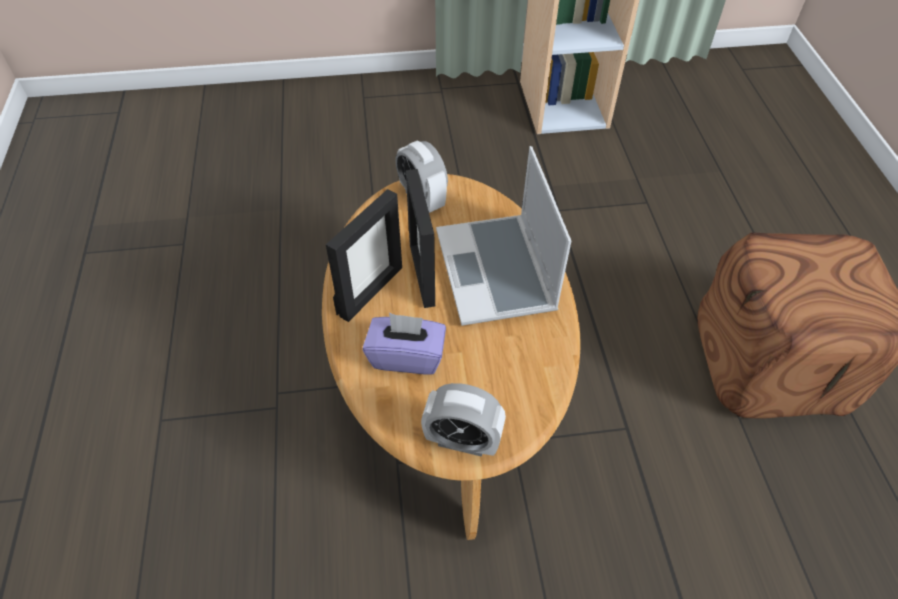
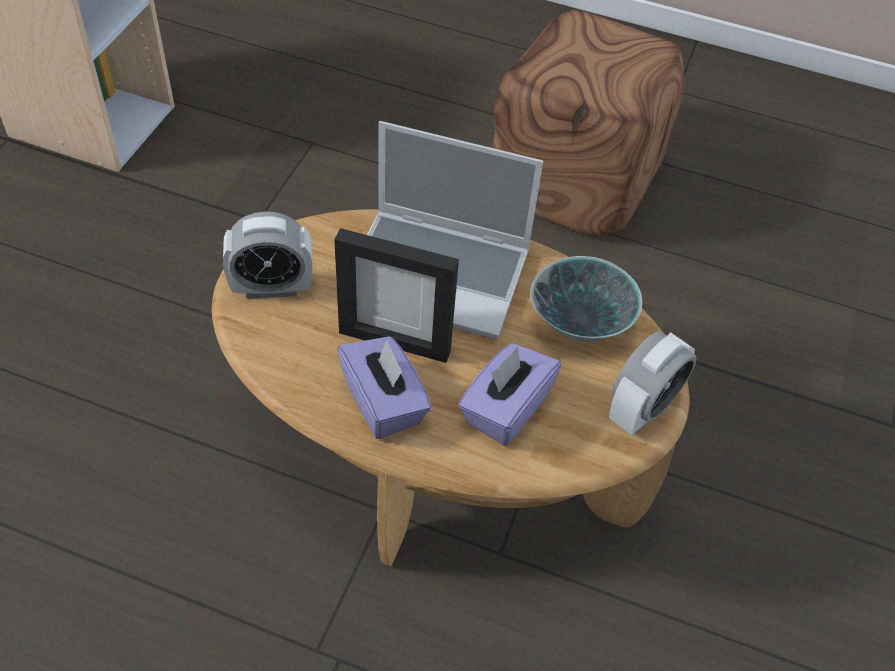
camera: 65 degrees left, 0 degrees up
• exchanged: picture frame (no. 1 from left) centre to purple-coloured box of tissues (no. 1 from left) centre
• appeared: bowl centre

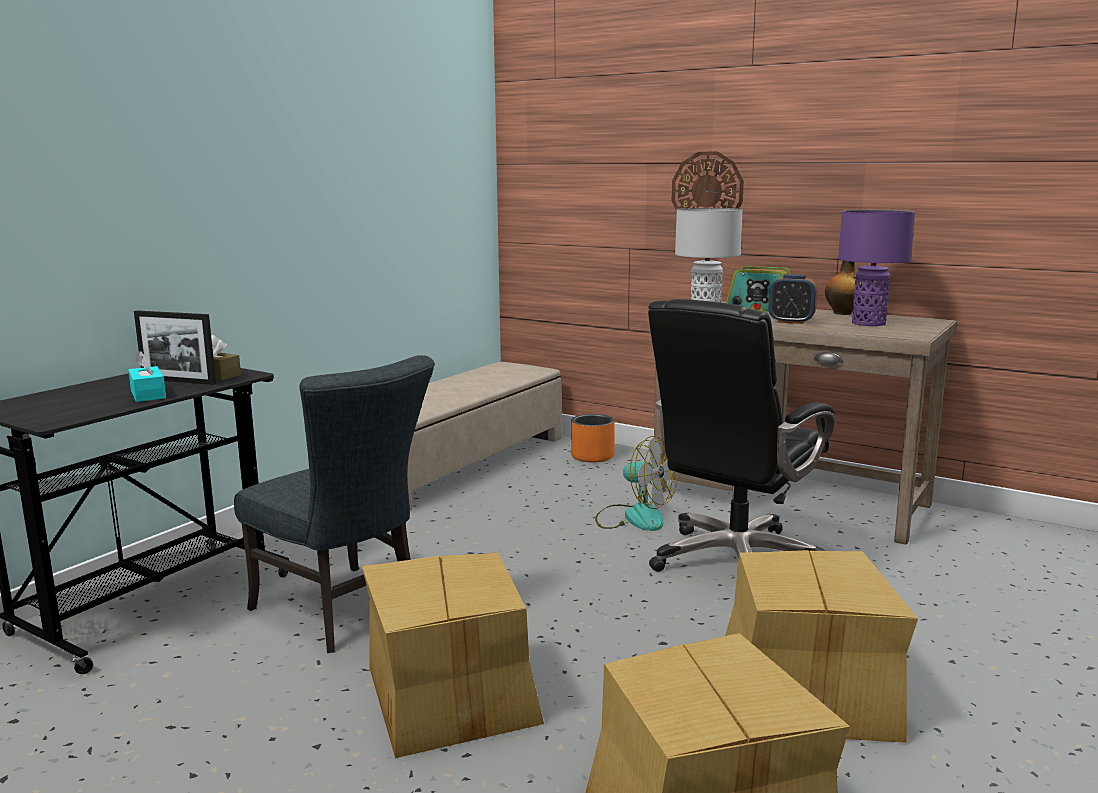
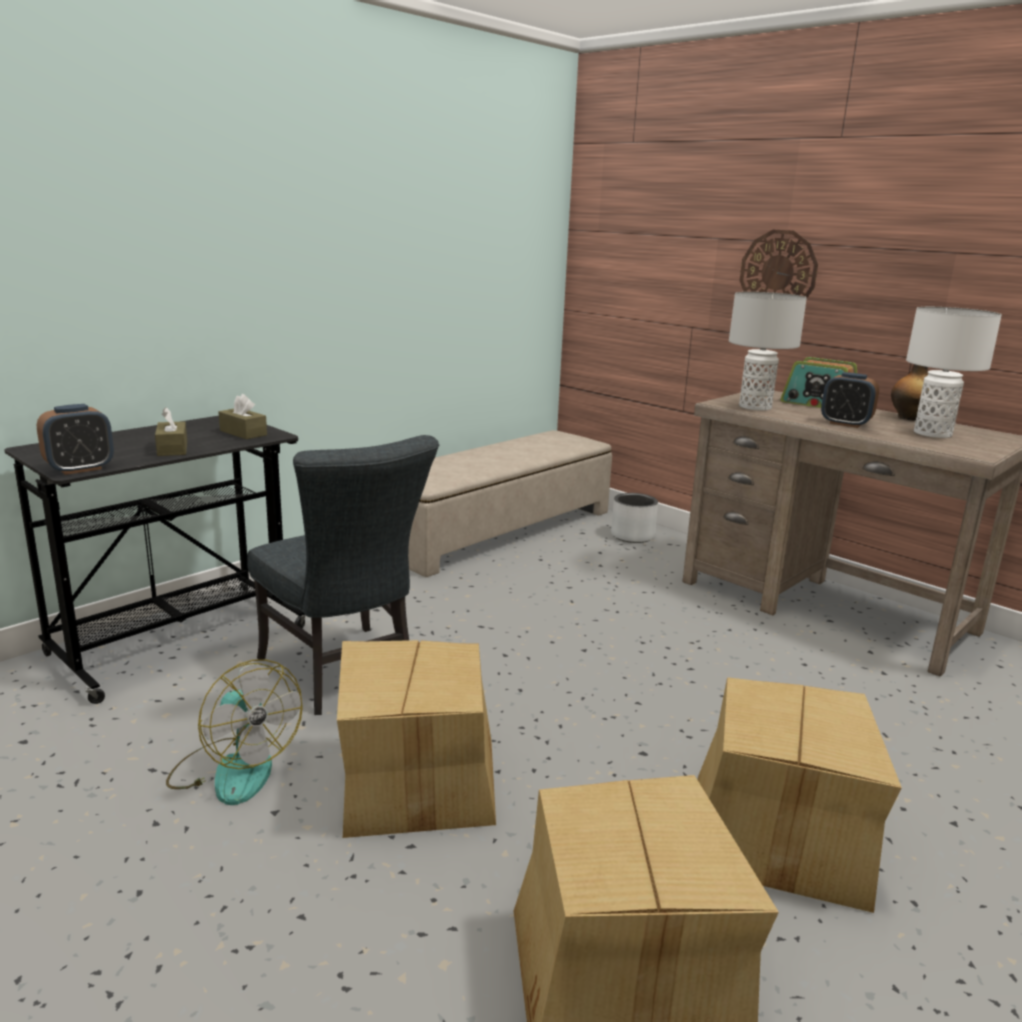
camera: 10 degrees right, 5 degrees up
• colour: purple-coloured lamp for a table middle right to whitish lamp for a table (no. 2 from left) middle right
• missing: blackish desk chair middle right
• missing: picture frame middle left
• colour: blue-green box of tissues middle left to brown box of tissues (no. 1 from left) middle left
• colour: orange flower pot centre to grey flower pot centre
• relocated: cooling fan centre to bottom left
• appeared: bedside clock (no. 1 from left) middle left

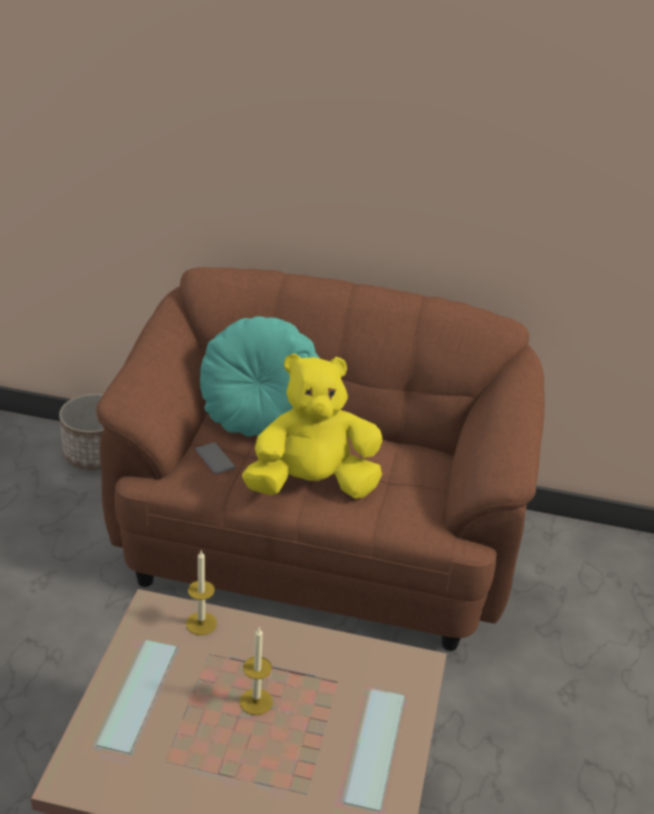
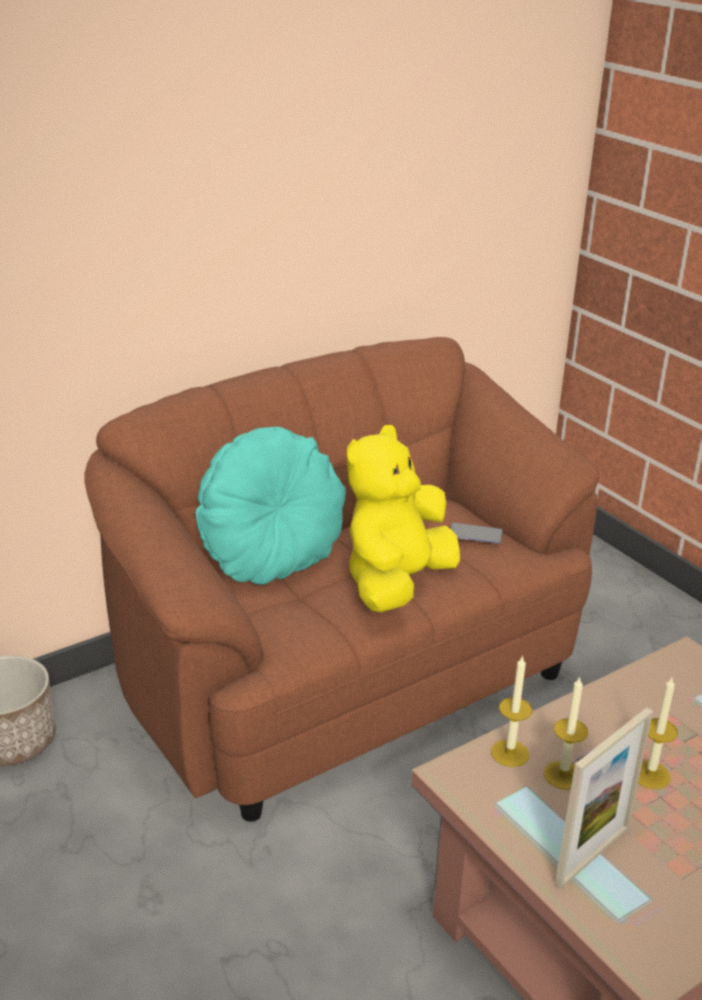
camera: 45 degrees left, 5 degrees down
• relocated: telephone middle left to middle right
• appeared: candle (no. 2 from left) bottom right
• appeared: picture frame bottom right

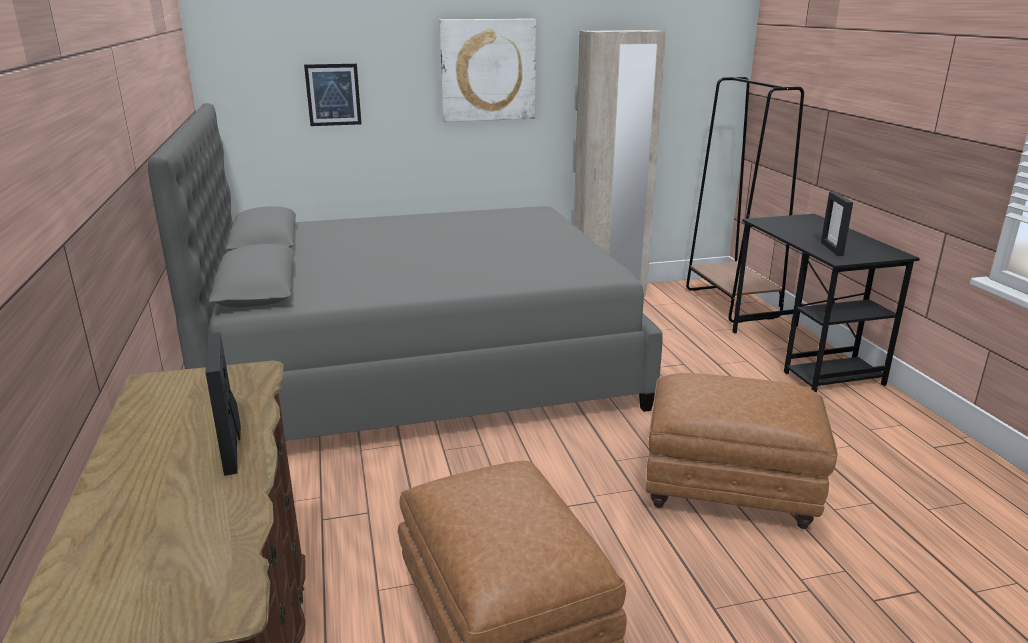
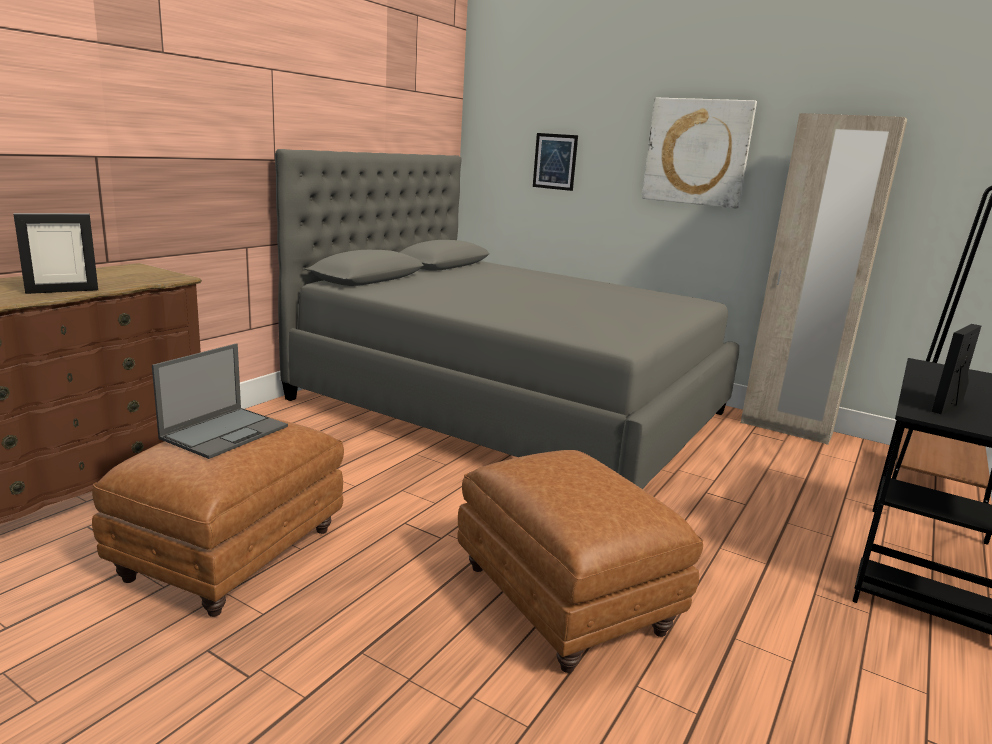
camera: 45 degrees right, 5 degrees down
• spun: picture frame (no. 1 from left) middle left = middle left 150 degrees counterclockwise
• appeared: laptop middle left

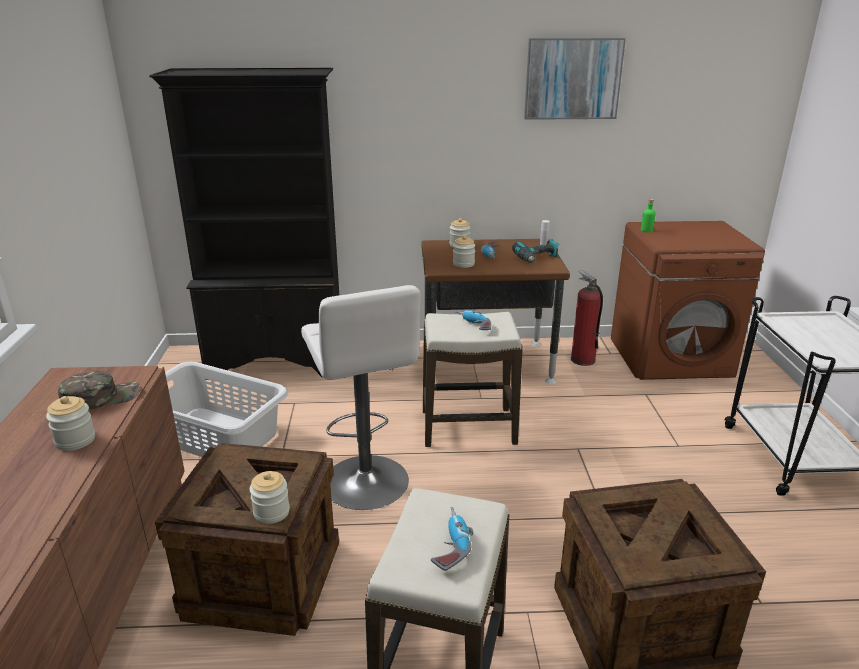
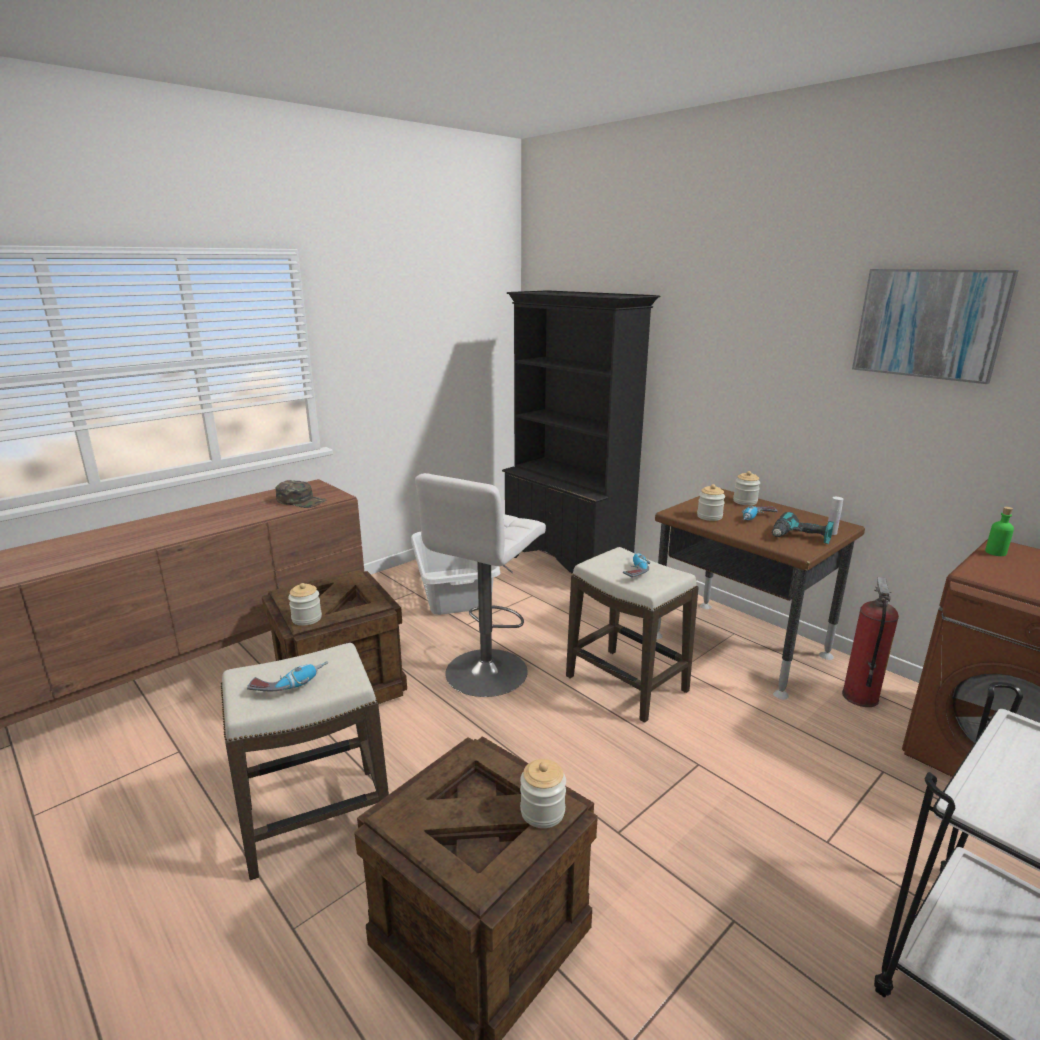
camera: 50 degrees right, 5 degrees down
• relocated: preserve jar (no. 1 from left in the first image) middle left to preserve jar (no. 2 from left) bottom centre

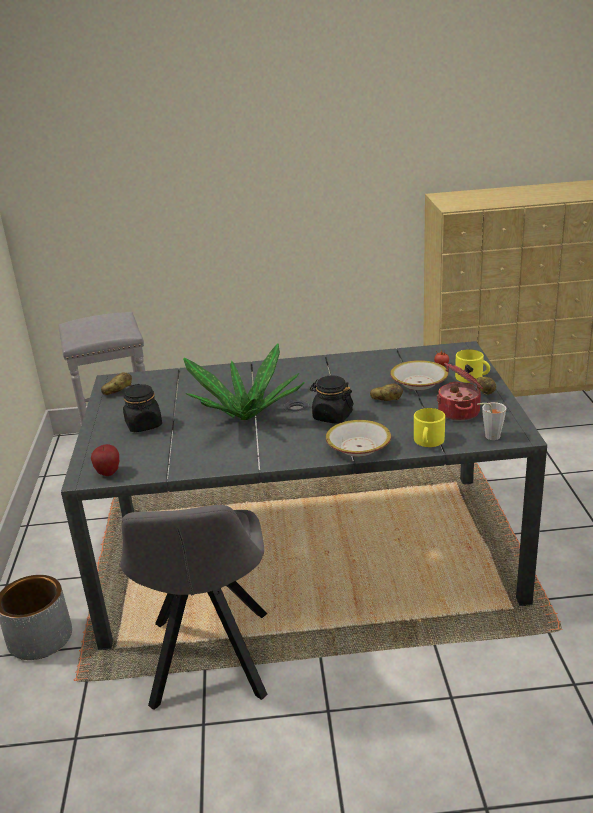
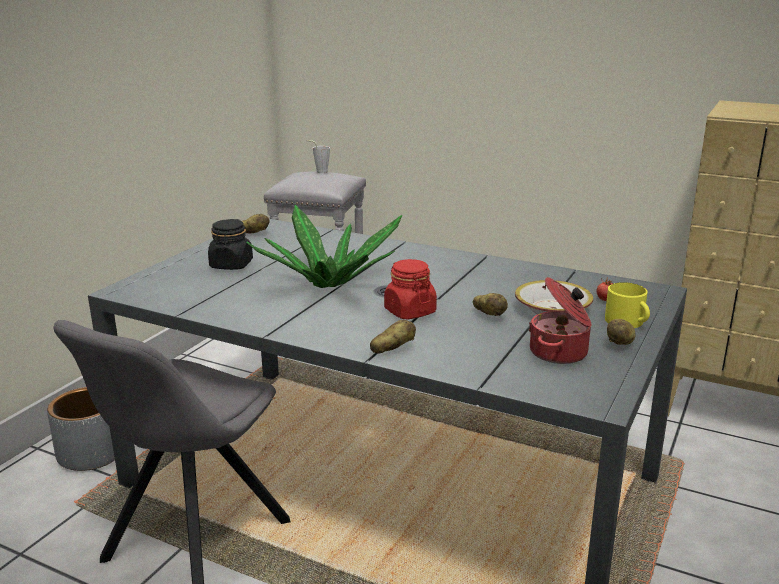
camera: 30 degrees right, 5 degrees down
• colour: blackish preserve jar (no. 2 from left) centre to red preserve jar centre
• relocated: grey small cup middle right to top centre
• missing: yellow-coloured mug (no. 1 from left) middle right
• exchanged: bowl (no. 1 from left) centre to spud (no. 2 from left) centre
• missing: apple fruit middle left

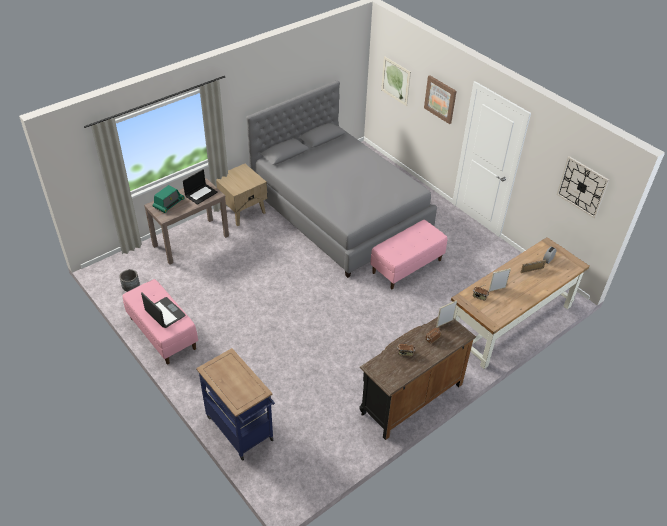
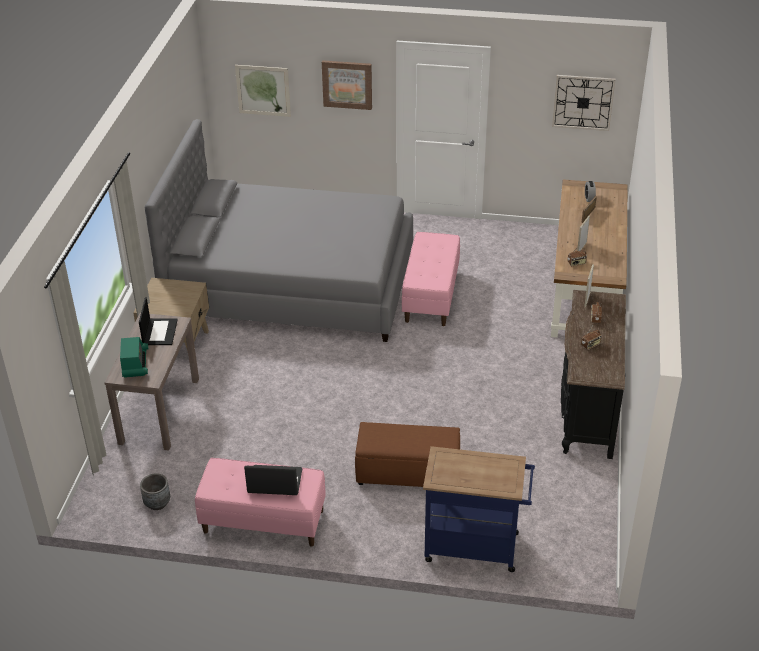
camera: 40 degrees left, 5 degrees down
• appeared: brown ottoman bottom centre

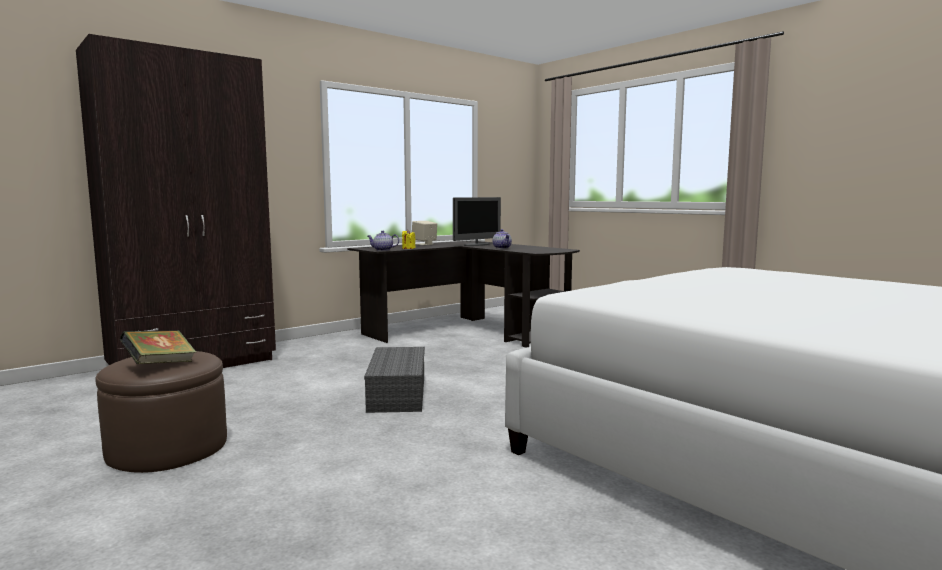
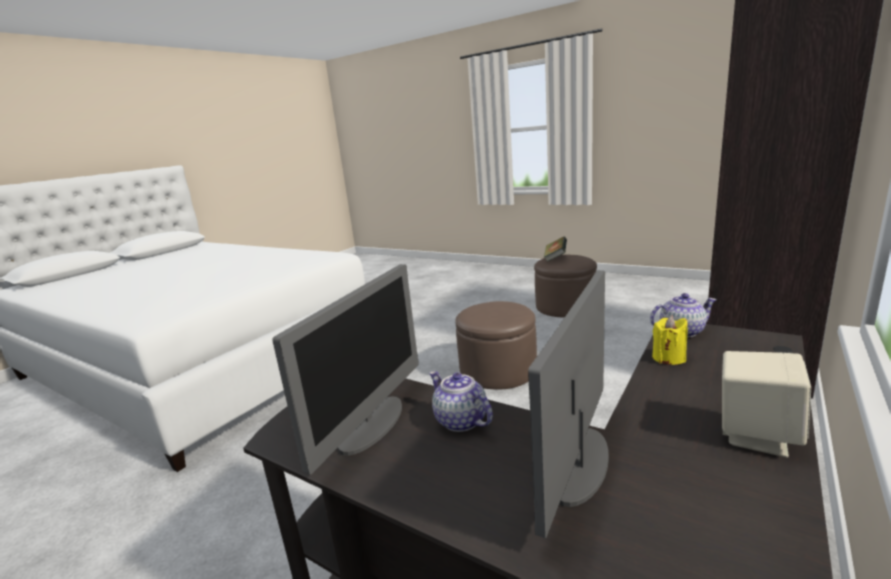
camera: 165 degrees right, 10 degrees up
• exchanged: grey storage box bottom centre to brown ottoman (no. 1 from left) centre
• appeared: computer display (no. 1 from left) centre

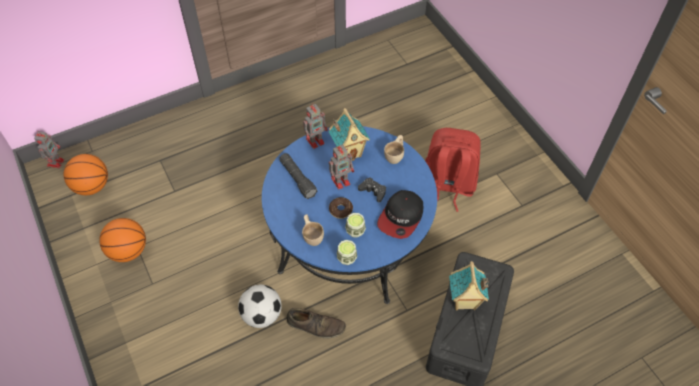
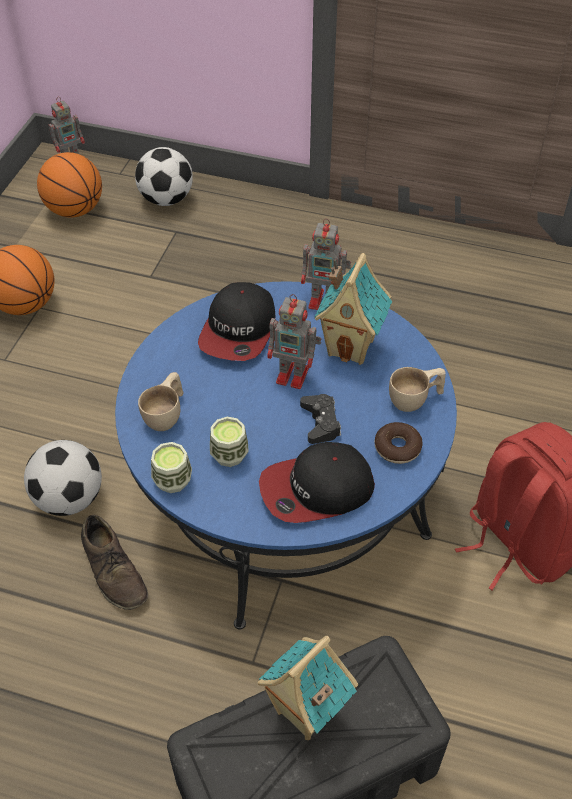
camera: 45 degrees right, 5 degrees down
• exchanged: blackish flashlight centre to baseball cap (no. 1 from left) centre
• relocated: doughnut centre to middle right
• appeared: football ball (no. 2 from left) top left

